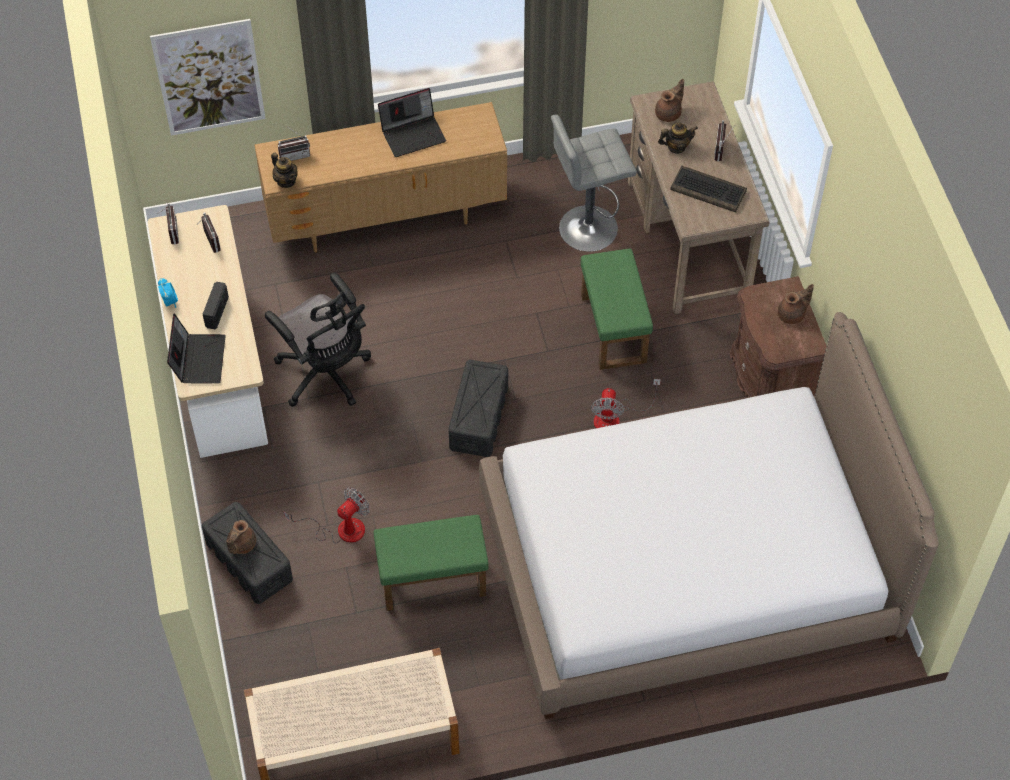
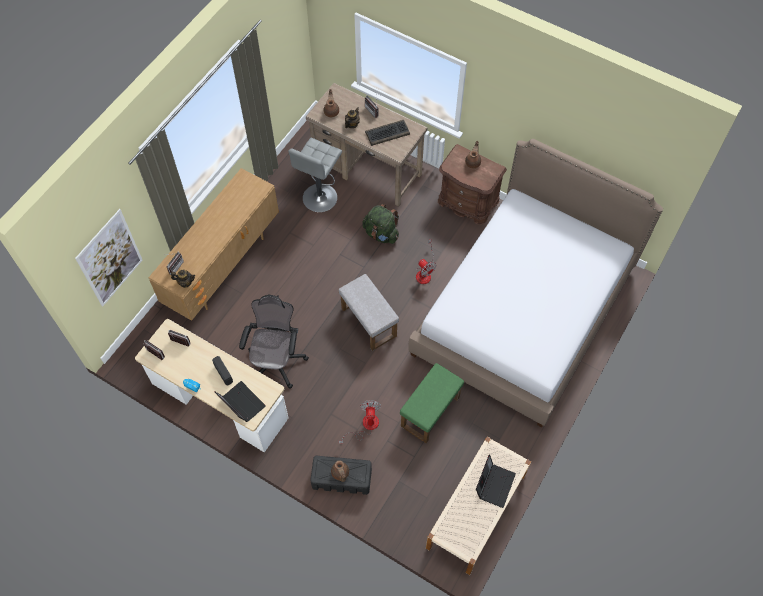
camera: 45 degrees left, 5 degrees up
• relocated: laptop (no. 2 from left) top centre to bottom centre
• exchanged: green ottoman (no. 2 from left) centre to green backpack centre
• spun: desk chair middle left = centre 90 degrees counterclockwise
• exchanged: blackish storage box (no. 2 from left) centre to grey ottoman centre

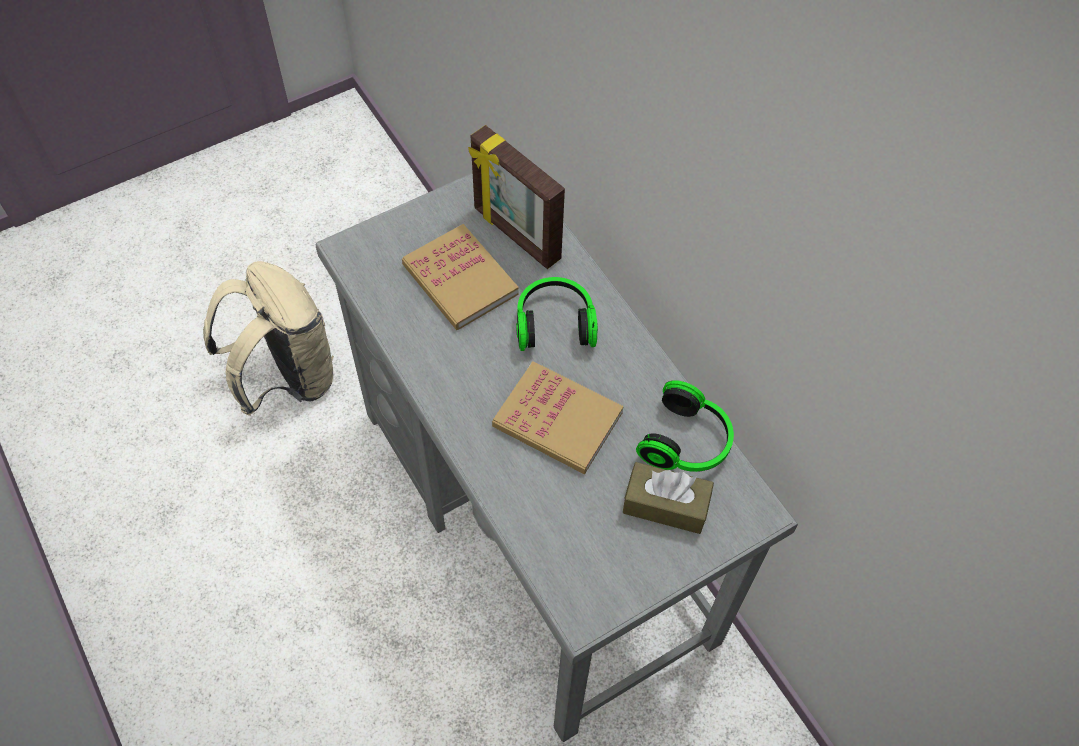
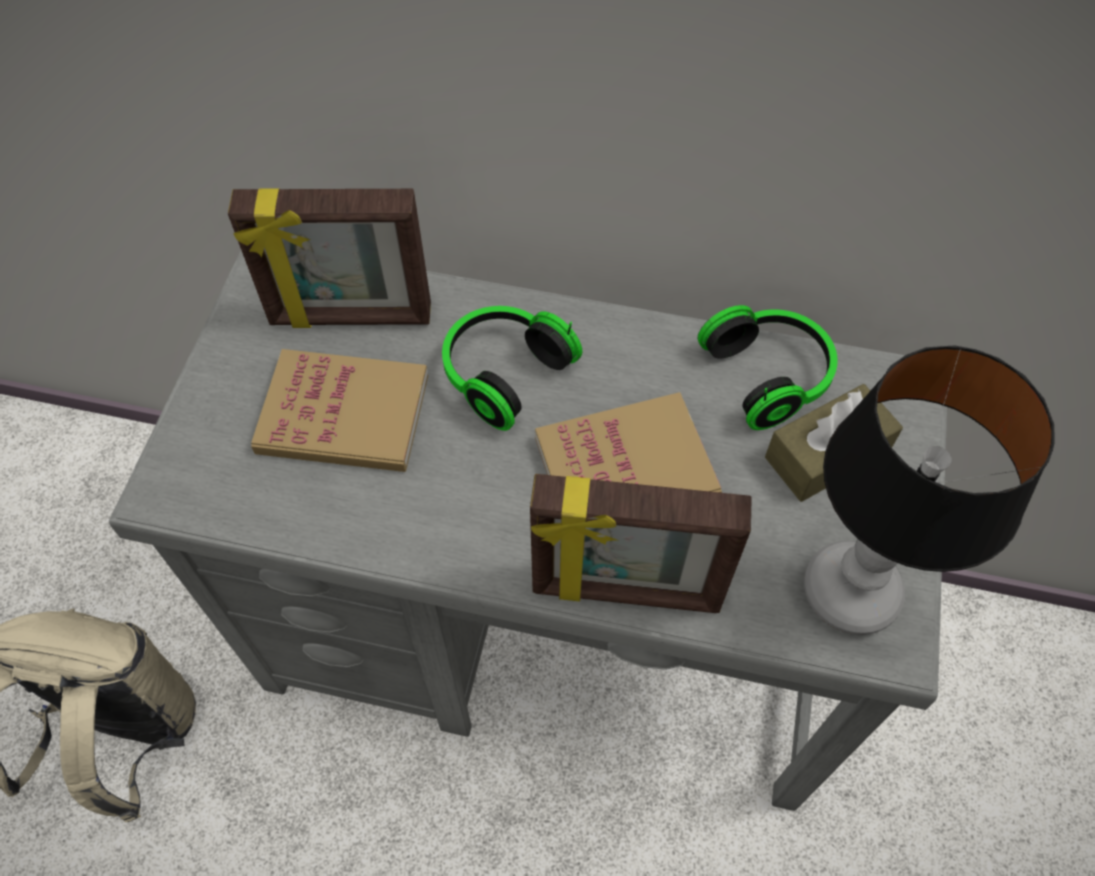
camera: 45 degrees left, 0 degrees up
• appeared: lamp for a table middle right
• appeared: picture frame (no. 2 from left) centre

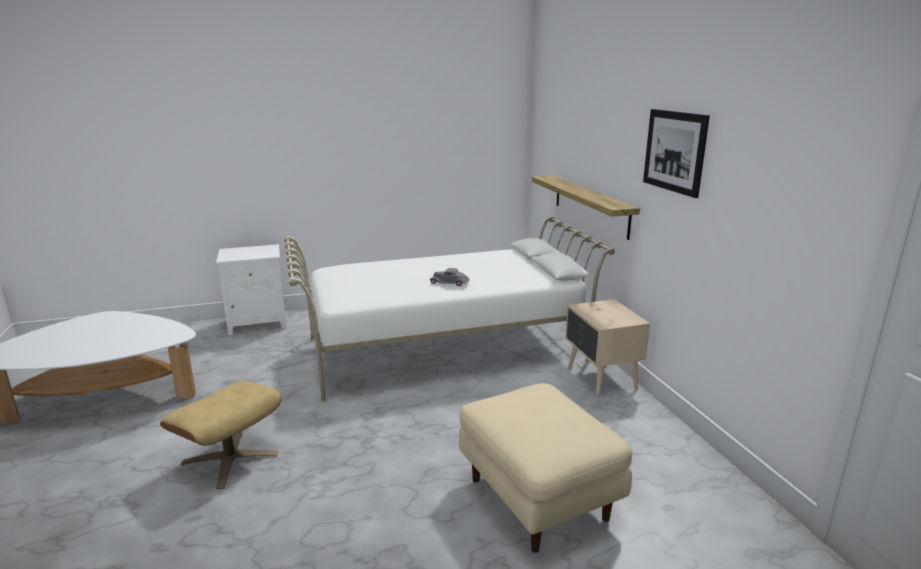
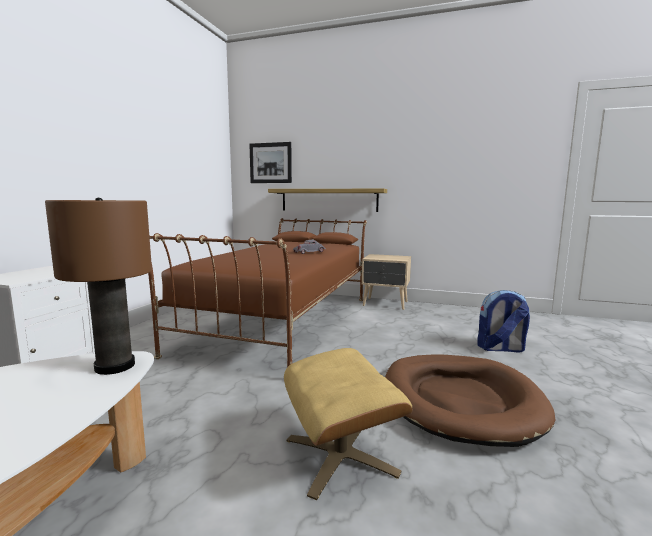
camera: 55 degrees left, 10 degrees down
• relocated: wall picture top right to top centre
• colour: whitish bedroom bed centre to brown bedroom bed centre
• exchanged: beige ottoman (no. 2 from left) bottom centre to backpack middle right
• appeared: brown lamp for a table middle left
• appeared: brown dog cushion bottom right

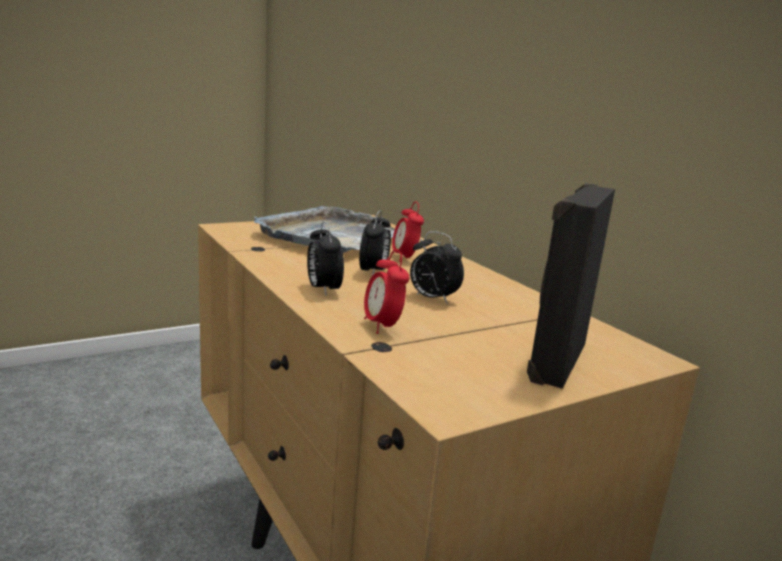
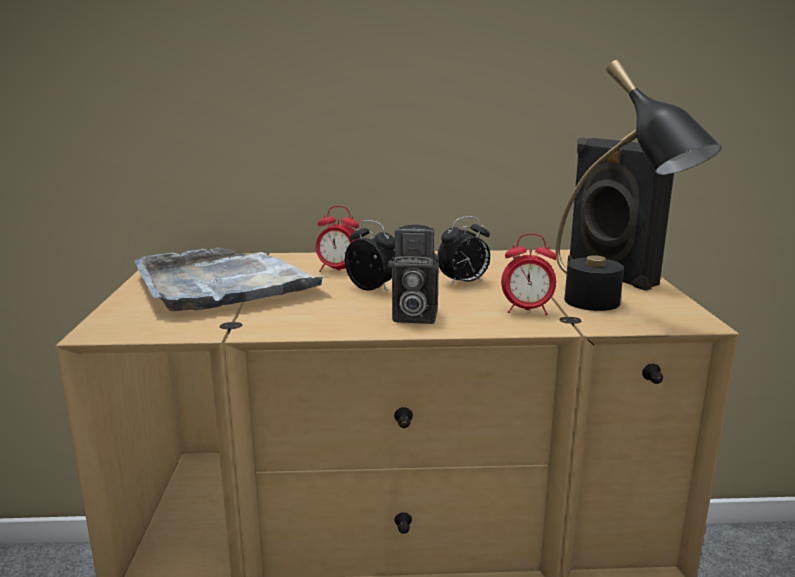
camera: 60 degrees left, 0 degrees up
• exchanged: bedside clock (no. 1 from left) centre to still camera centre
• appeared: blackish lamp for a table top right

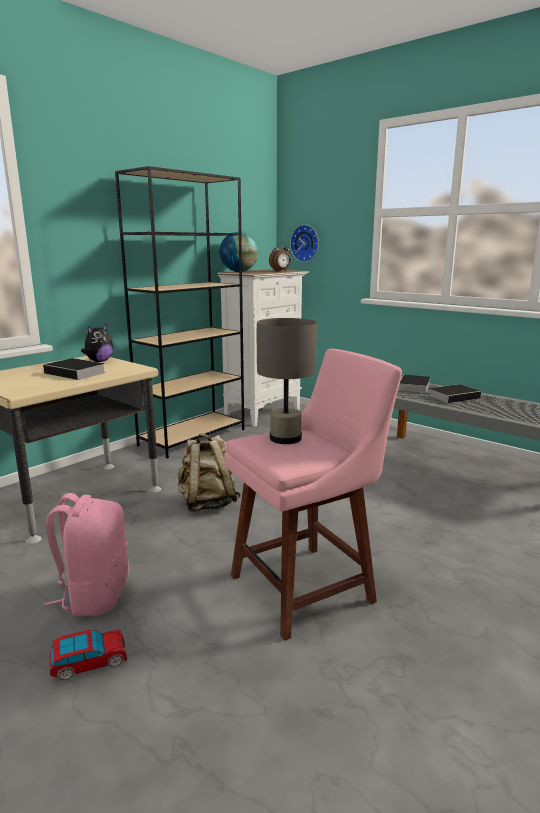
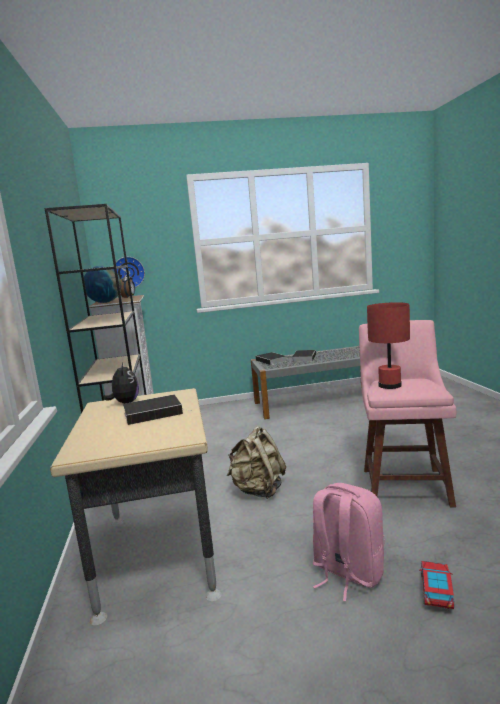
camera: 50 degrees left, 5 degrees down
• colour: grey lamp for a table centre to red lamp for a table middle right

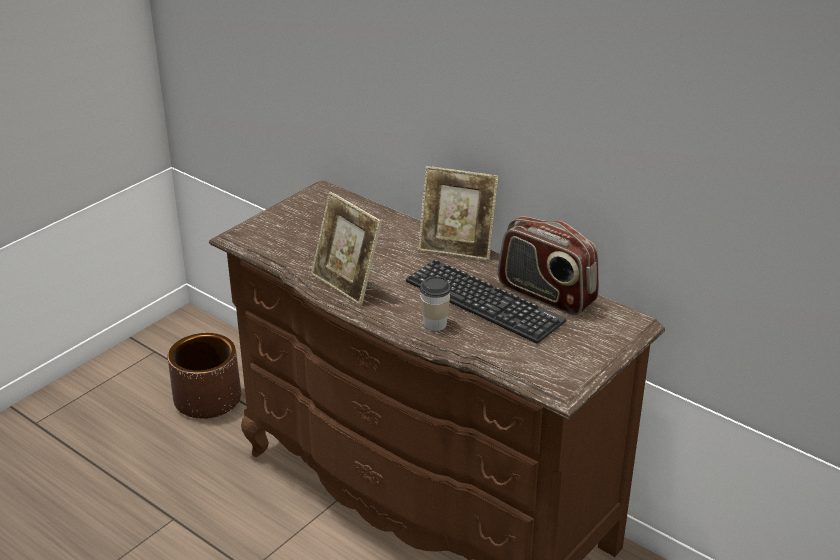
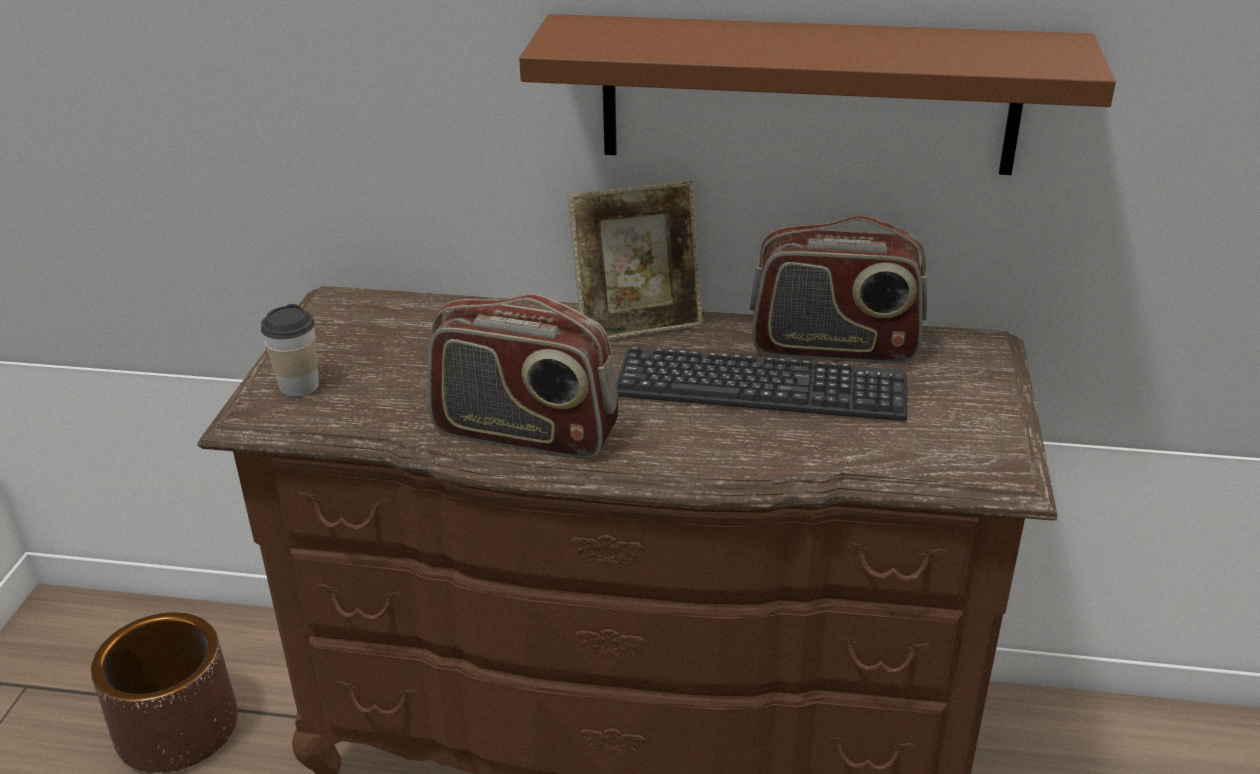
camera: 30 degrees left, 0 degrees up
• exchanged: picture frame (no. 1 from left) centre to radio receiver (no. 1 from left) centre
• relocated: small cup centre to middle left
• appeared: brown bracket shelf top centre

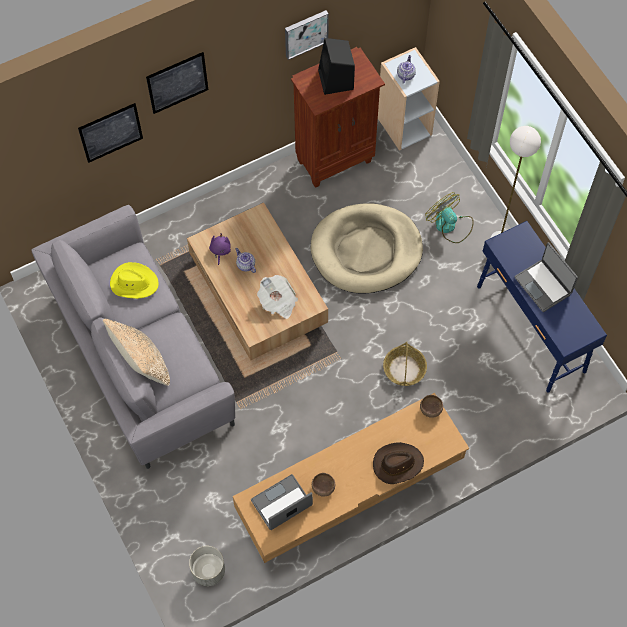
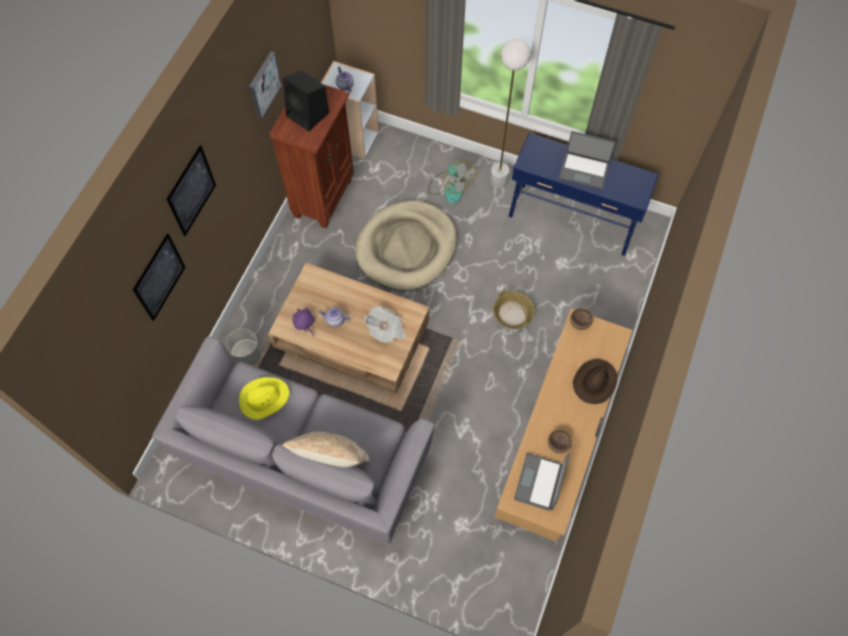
camera: 40 degrees left, 0 degrees up
• spun: cooling fan middle right = top centre 135 degrees counterclockwise
• relocated: grey flower pot bottom left to middle left

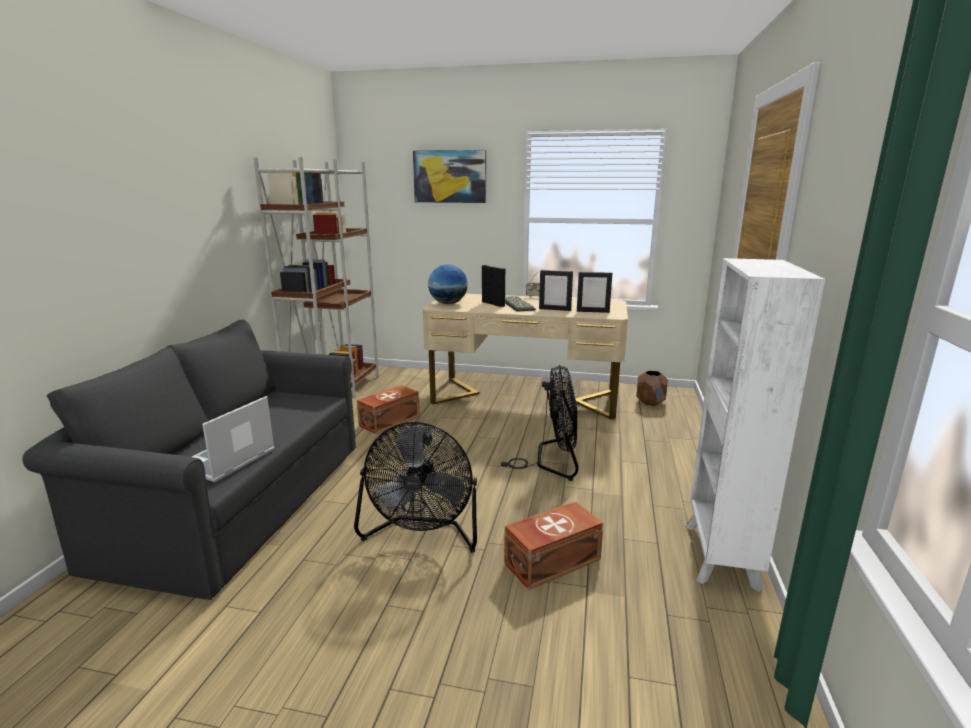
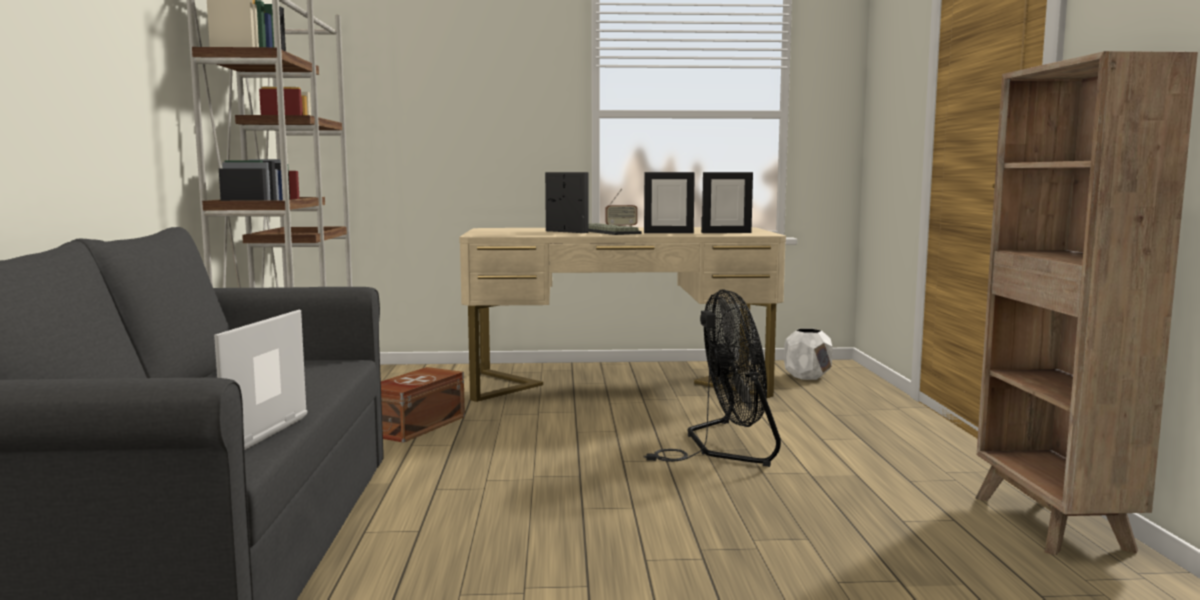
camera: 15 degrees left, 10 degrees down
• missing: wall picture top centre
• colour: whitish shelving unit middle right to brown shelving unit (no. 2 from left) middle right
• missing: globe centre
• colour: brown flower pot middle right to whitish flower pot middle right
• missing: blackish cooling fan (no. 1 from left) bottom centre
• missing: brown storage box (no. 2 from left) bottom centre

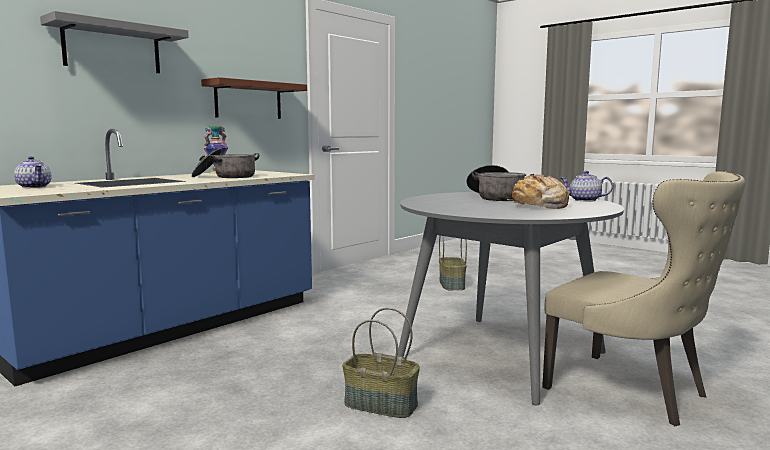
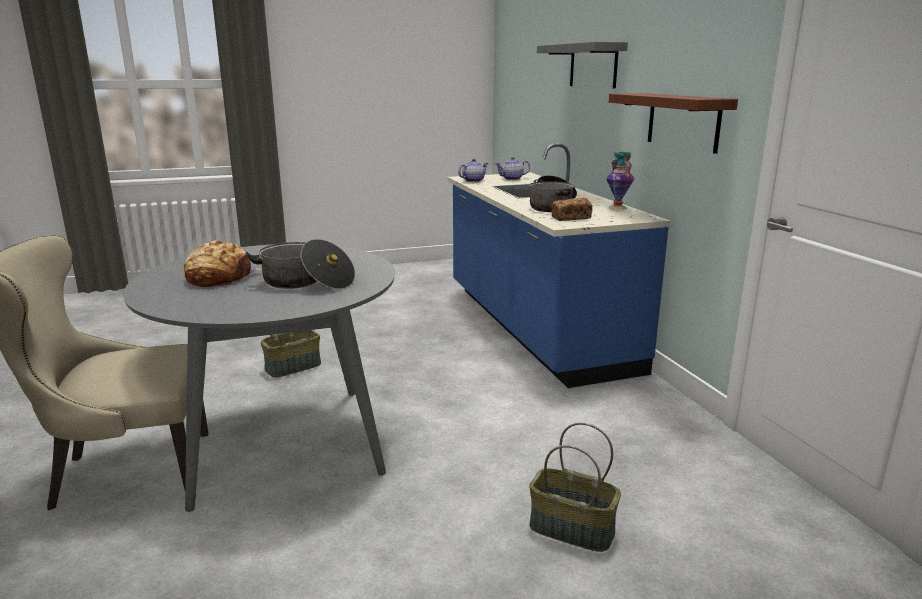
camera: 120 degrees right, 10 degrees up
• relocated: tea pot (no. 2 from left in the first image) middle right to tea pot (no. 1 from left) top centre
• appeared: bakery bread (no. 2 from left) centre

